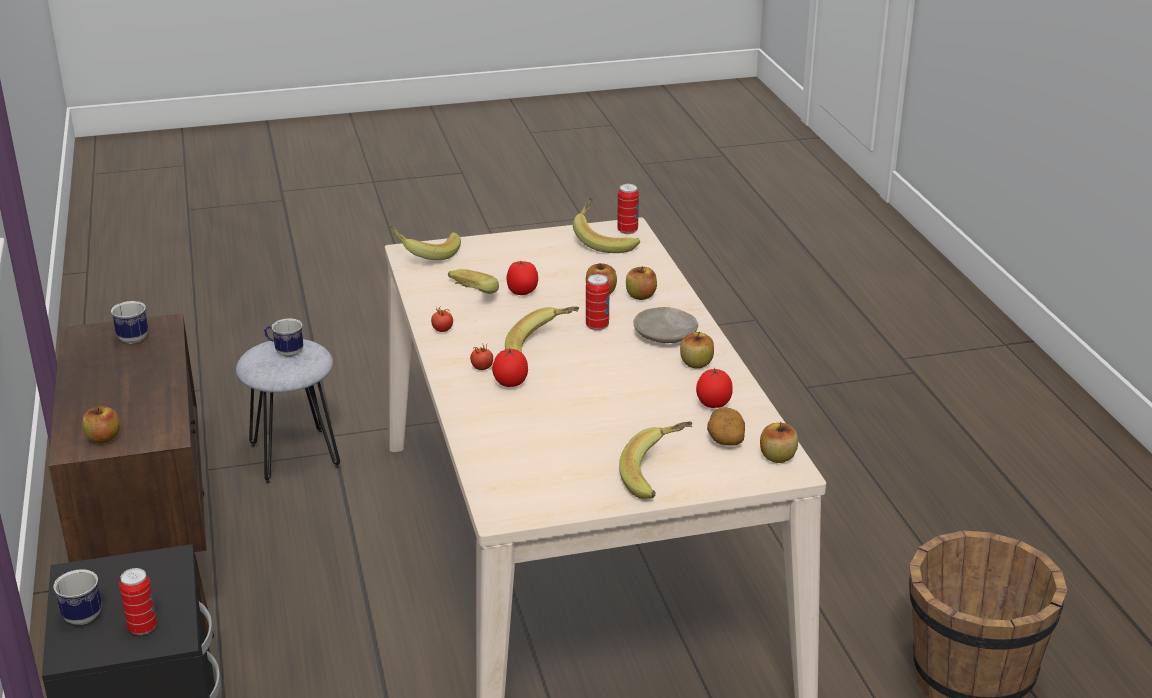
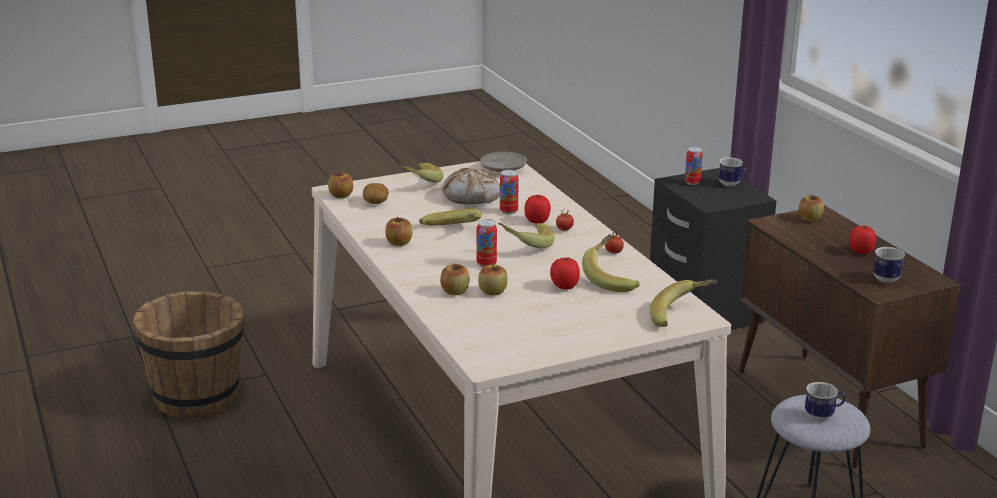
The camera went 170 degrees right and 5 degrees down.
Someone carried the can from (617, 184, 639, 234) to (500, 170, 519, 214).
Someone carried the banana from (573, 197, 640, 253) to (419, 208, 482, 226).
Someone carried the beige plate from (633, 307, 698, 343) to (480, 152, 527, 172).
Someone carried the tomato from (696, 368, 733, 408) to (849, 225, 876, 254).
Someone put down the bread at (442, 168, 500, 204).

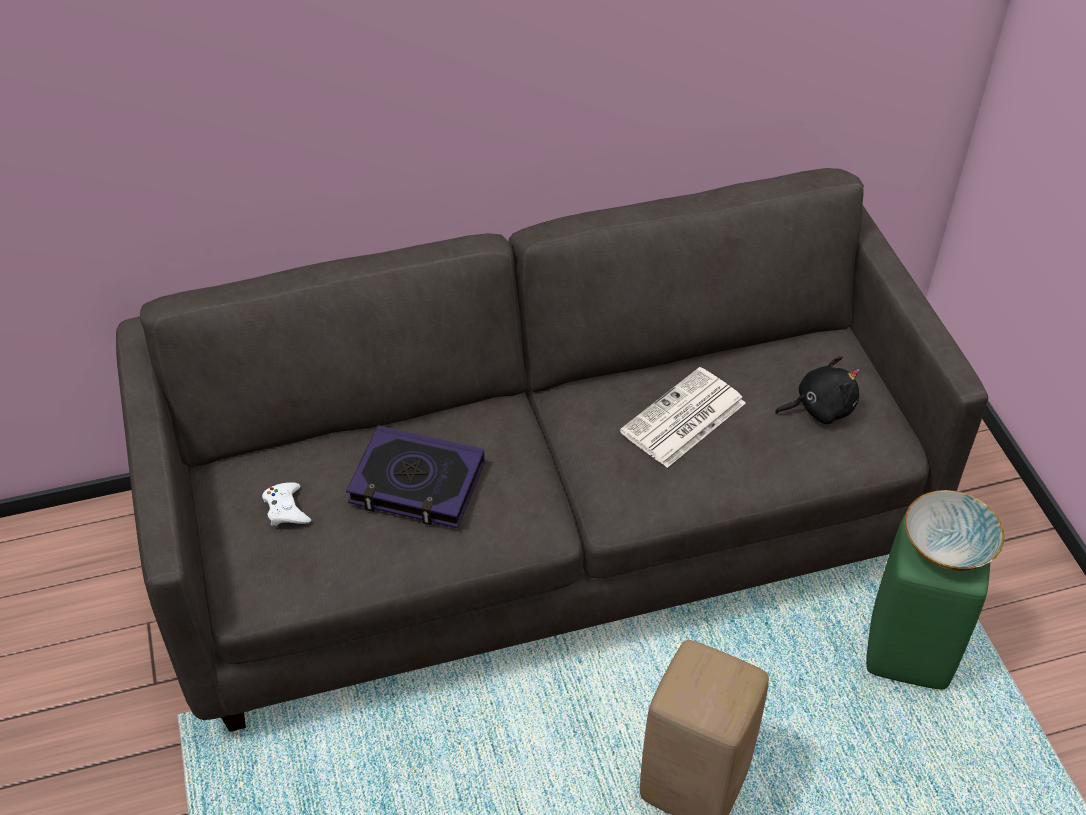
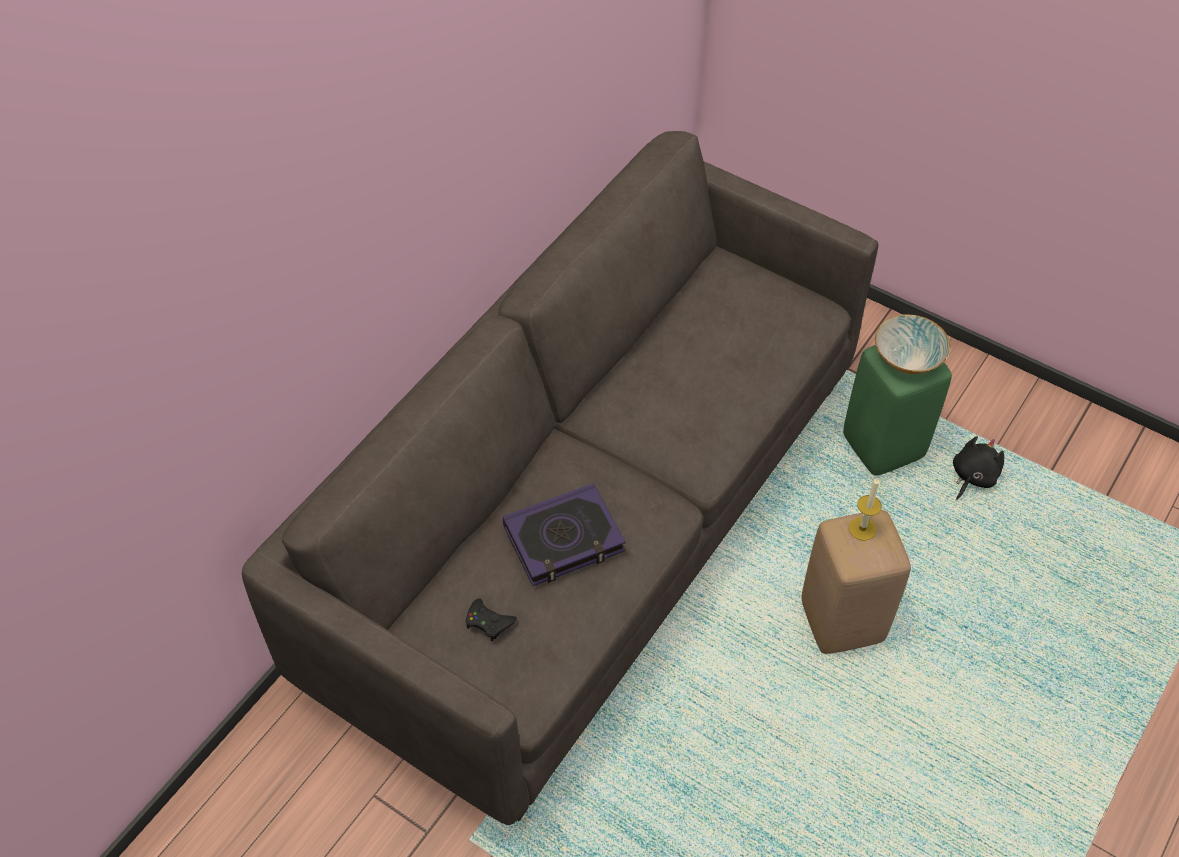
The camera went 40 degrees left and 5 degrees up.
Someone carried the black plush toy from (775, 356, 860, 424) to (953, 436, 1004, 500).
Someone took away the newspaper at (620, 367, 746, 468).
Someone repainted the white game controller at (262, 482, 311, 526), which became the black game controller at (466, 598, 517, 641).
Someone put down the candle at (849, 477, 882, 541).

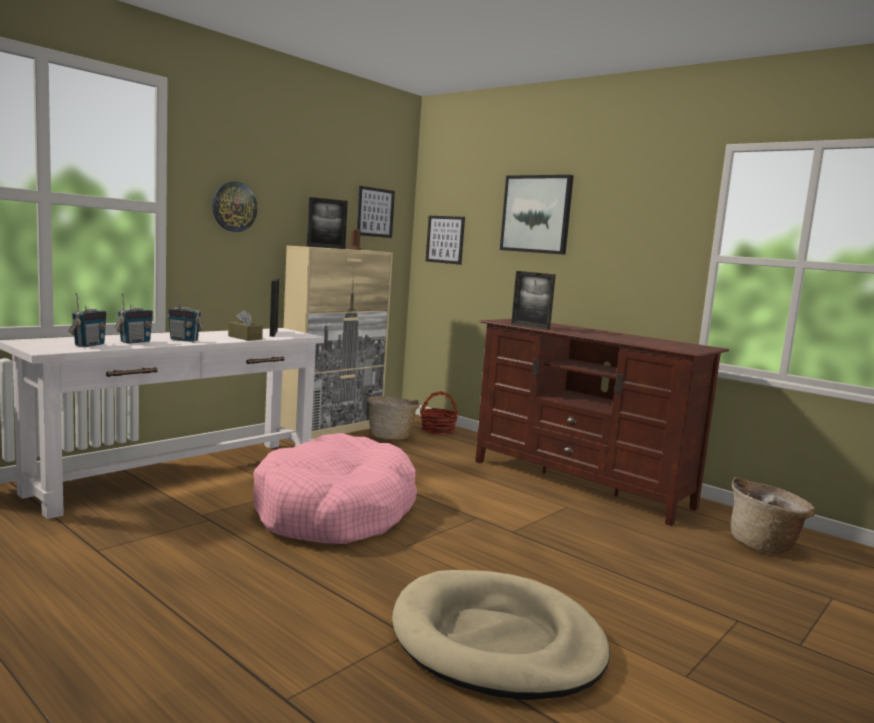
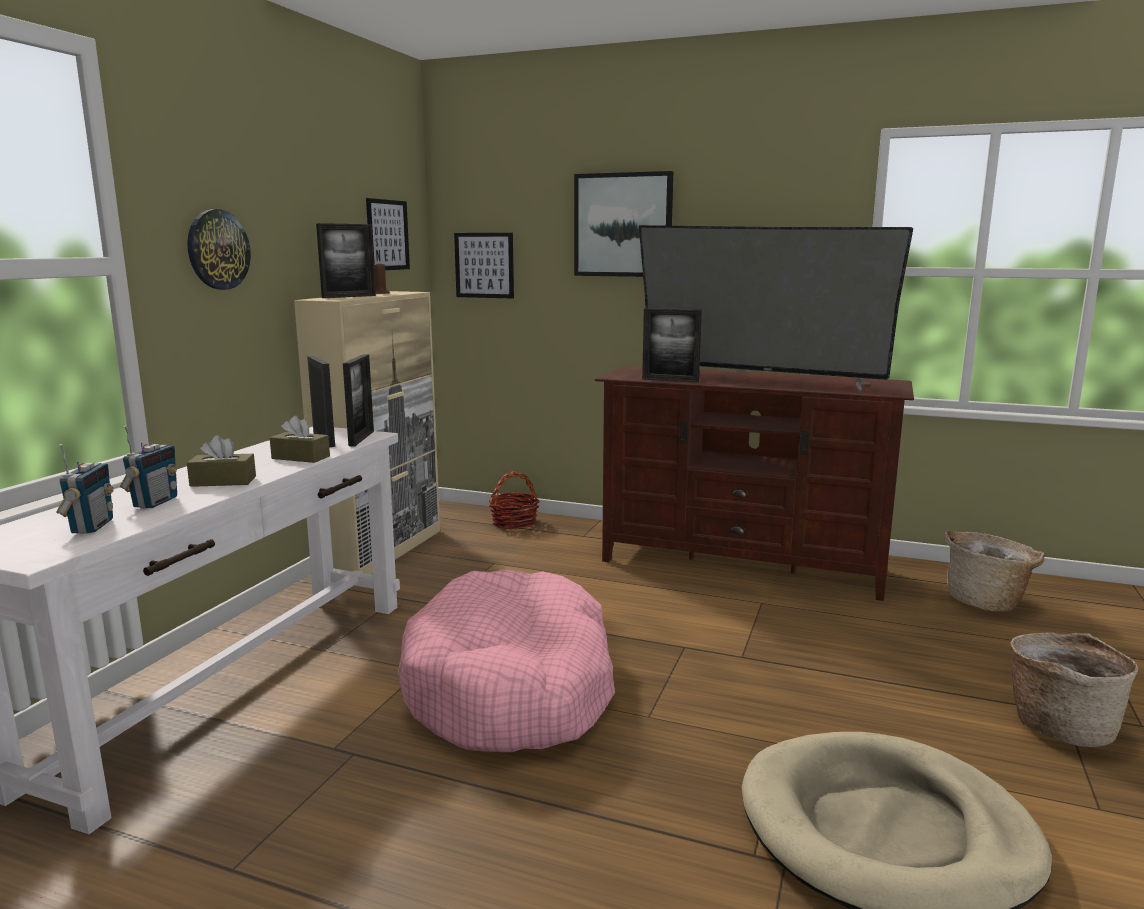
The camera went 20 degrees left and 5 degrees up.
Someone swapped the radio at (167, 292, 203, 342) for the brown tissue box at (187, 435, 256, 487).
Someone carried the basket from (367, 396, 420, 440) to (1011, 632, 1138, 747).
Someone put down the television at (639, 225, 913, 392).
Someone put down the picture frame at (343, 354, 374, 446).

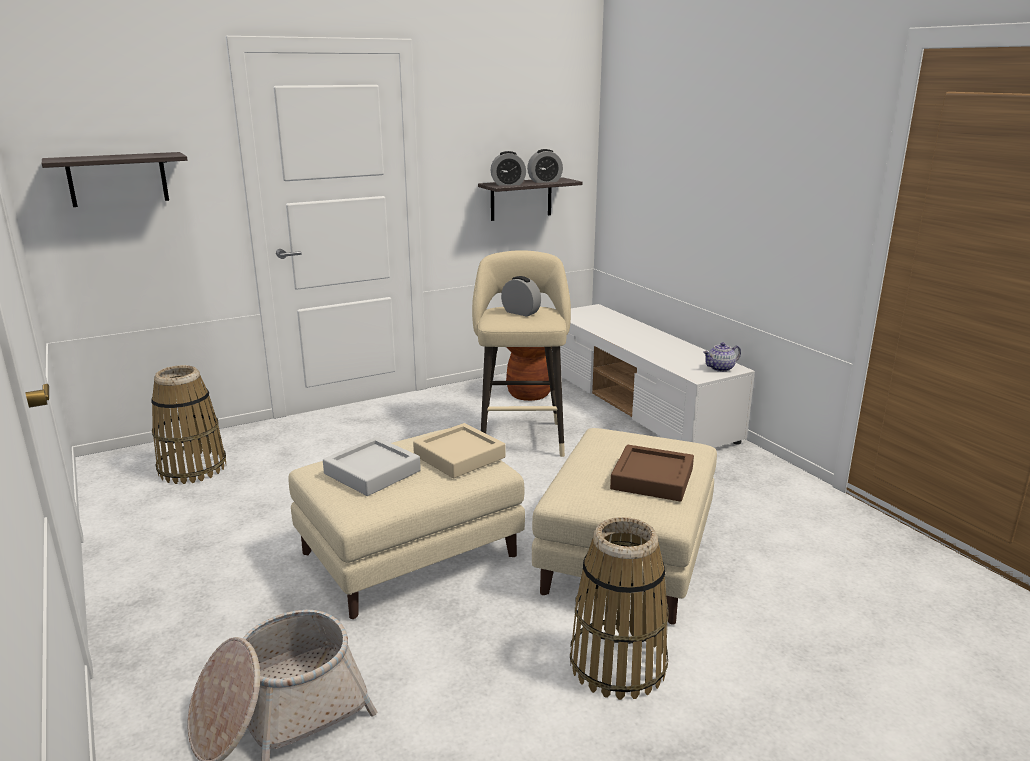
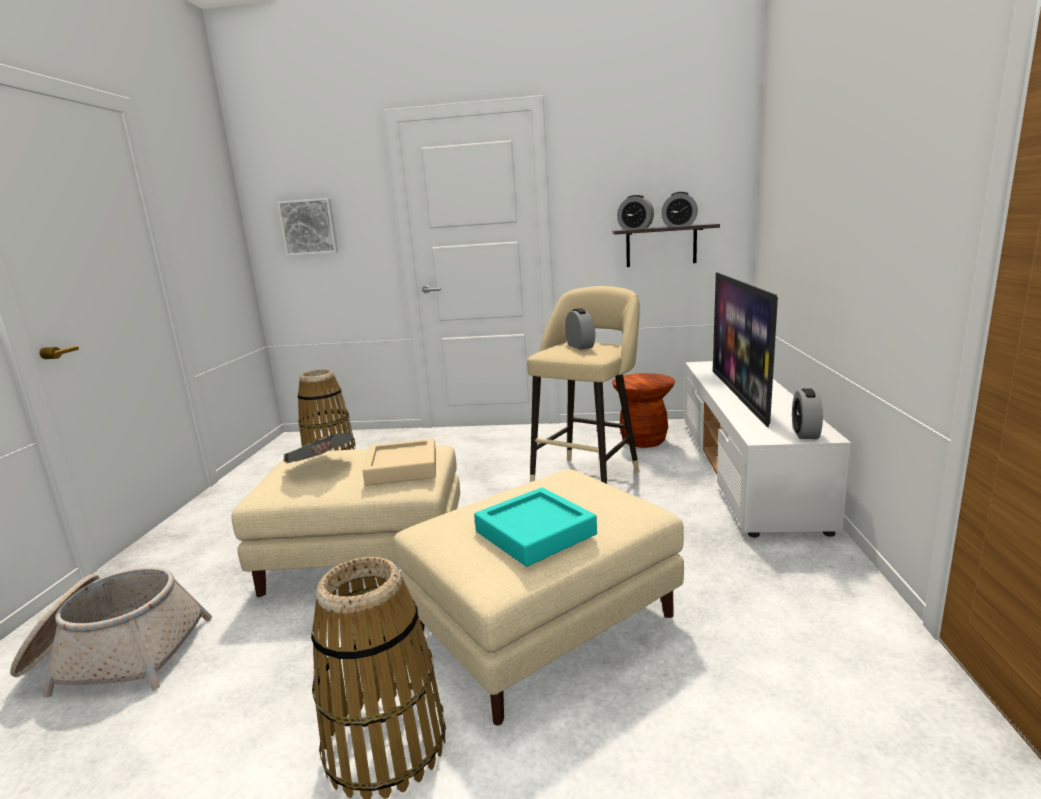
The camera went 35 degrees right and 5 degrees down.
Someone swapped the shelf at (42, 152, 187, 207) for the picture at (277, 198, 338, 256).
Someone swapped the teapot at (703, 342, 741, 372) for the alarm clock at (792, 388, 823, 439).
Someone swapped the grey tray at (323, 437, 421, 496) for the newspaper at (283, 432, 353, 463).
Someone repainted the brown tray at (610, 445, 694, 502), which became the turquoise tray at (474, 487, 597, 567).
Someone put down the television at (713, 272, 778, 427).

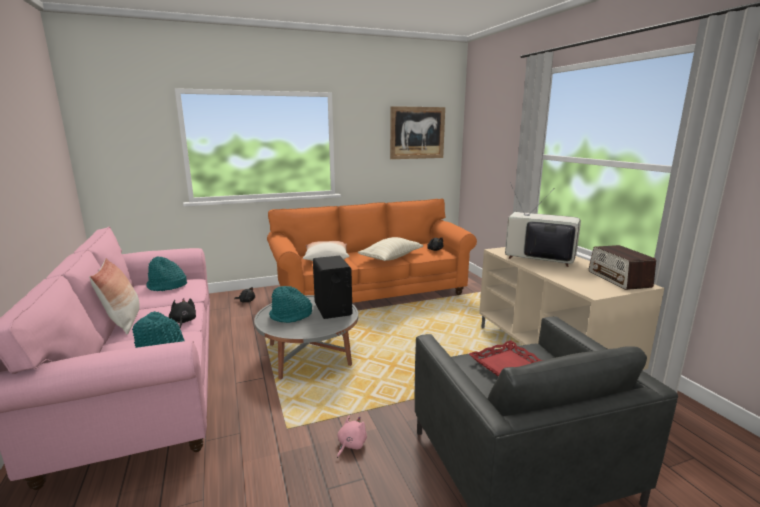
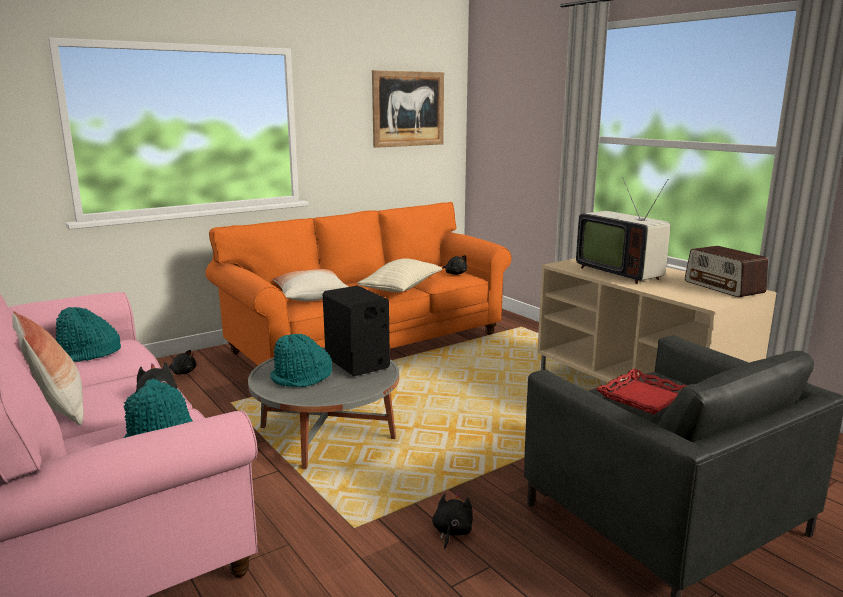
The camera went 15 degrees left and 0 degrees up.
Someone rotated the television at (505, 182, 581, 267) by 135 degrees counterclockwise.
Someone repainted the pink plush toy at (337, 415, 367, 458), which became the black plush toy at (432, 493, 473, 549).

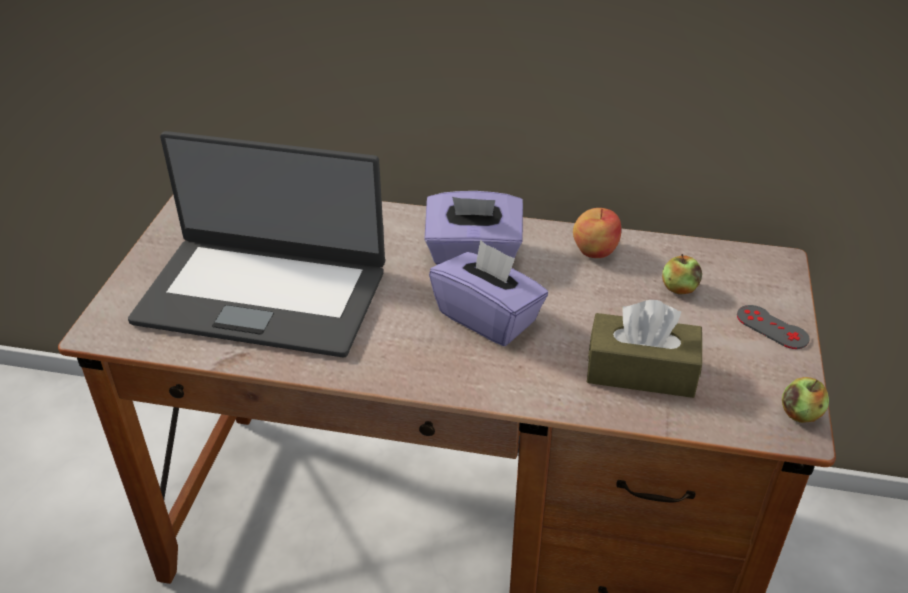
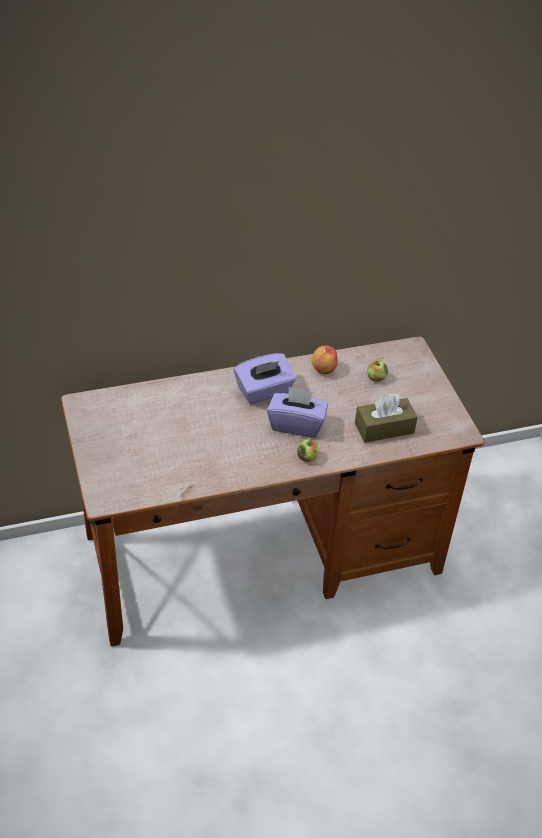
The camera went 30 degrees left and 5 degrees up.
Someone took away the laptop at (128, 131, 385, 357).
Someone took away the grey game controller at (737, 305, 810, 349).
Someone carried the apple from (782, 377, 829, 423) to (297, 439, 319, 462).

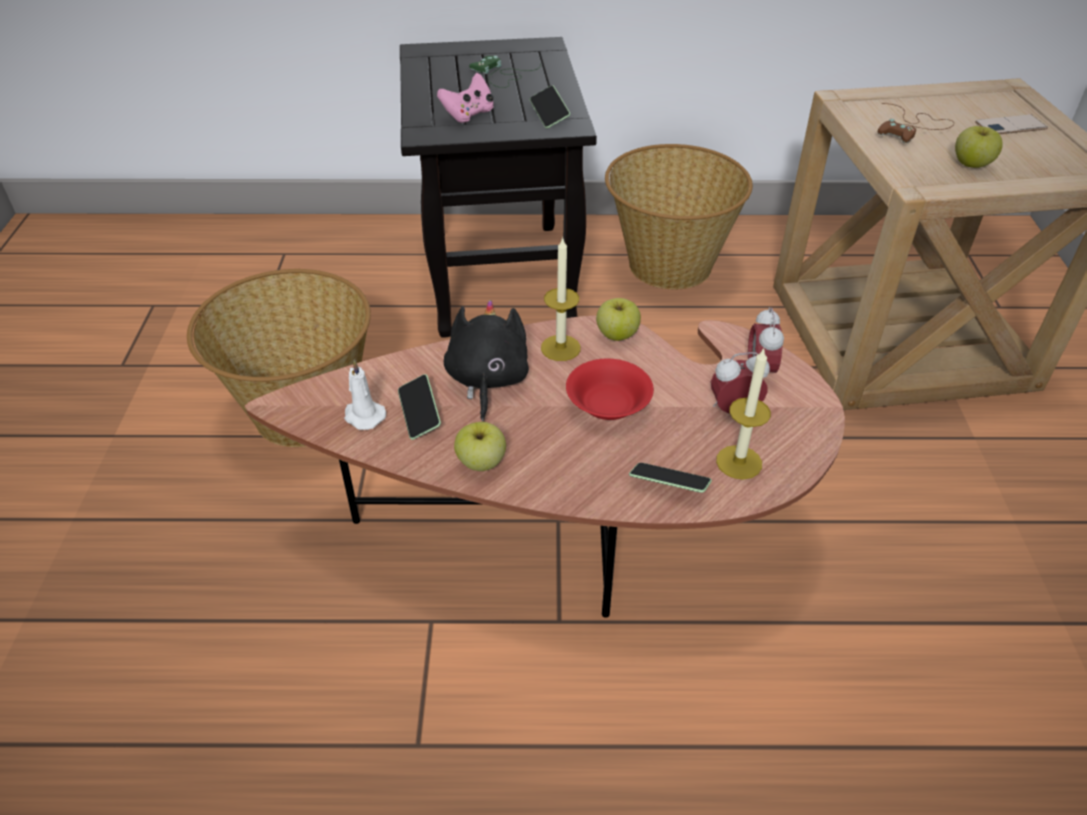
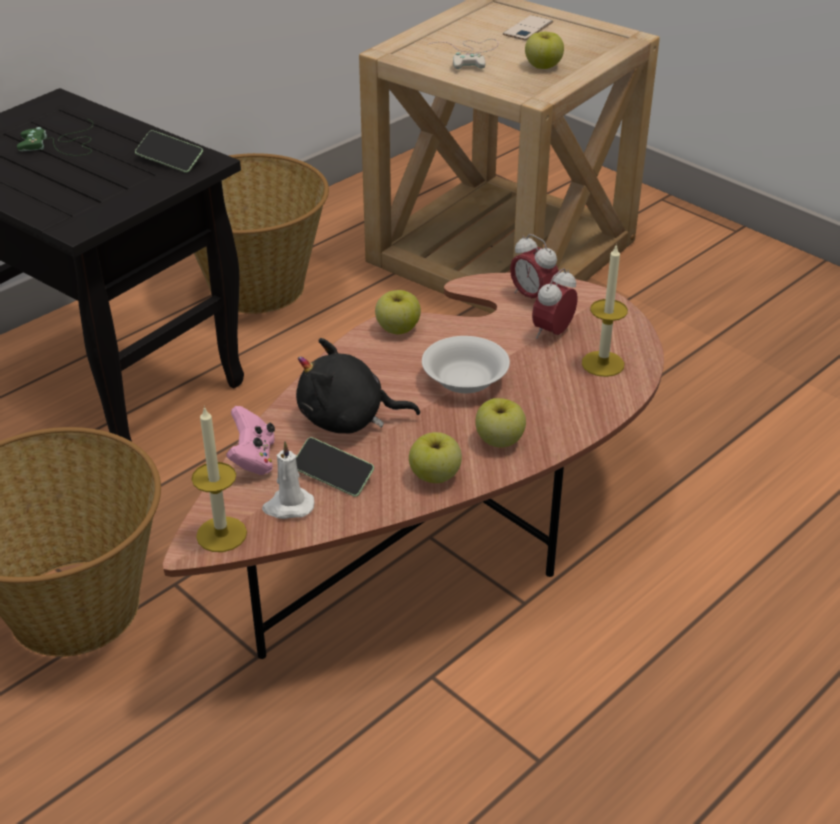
The camera went 45 degrees left and 5 degrees down.
Someone carried the pink game controller from (437, 73, 494, 123) to (226, 406, 275, 475).
Someone repainted the brown game controller at (878, 103, 954, 143), which became the white game controller at (427, 39, 498, 69).
Someone carried the candle from (541, 237, 581, 361) to (191, 406, 247, 552).
Someone rotated the black plush toy at (444, 300, 529, 421) by 45 degrees counterclockwise.
Someone repainted the red bowl at (566, 359, 654, 420), which became the white bowl at (422, 336, 510, 393).
Someone took away the phone at (629, 463, 712, 493).
Someone put down the apple at (476, 398, 526, 448).

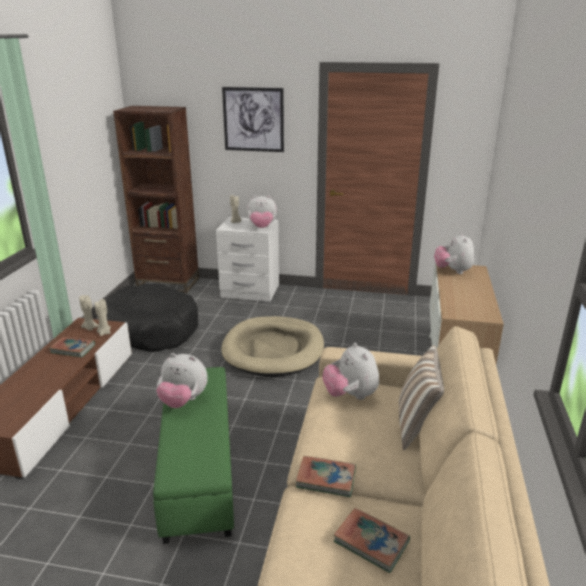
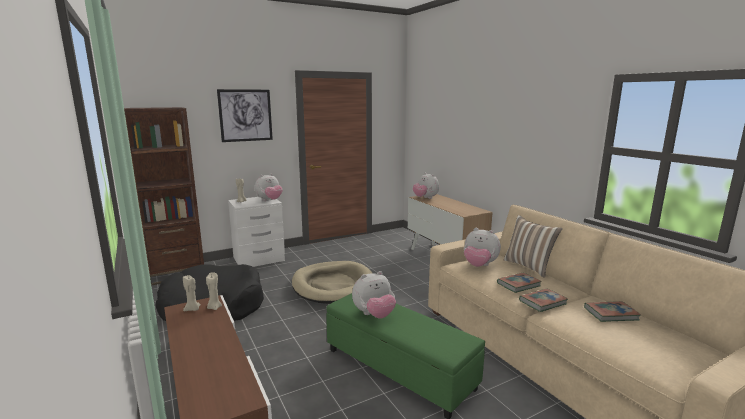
The camera went 40 degrees left and 10 degrees down.
Someone carried the book from (49, 337, 95, 357) to (497, 273, 542, 293).

